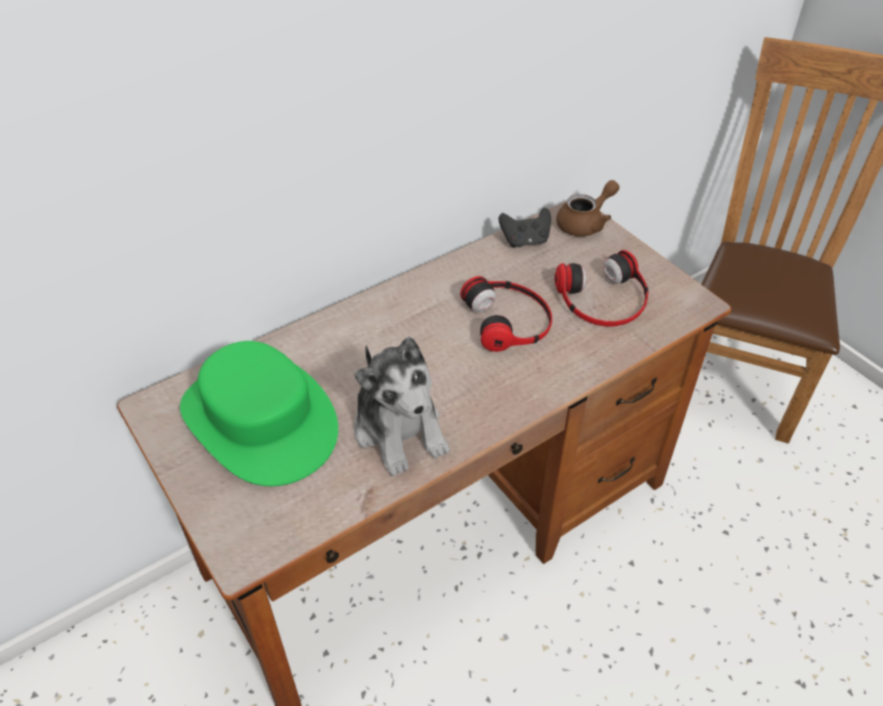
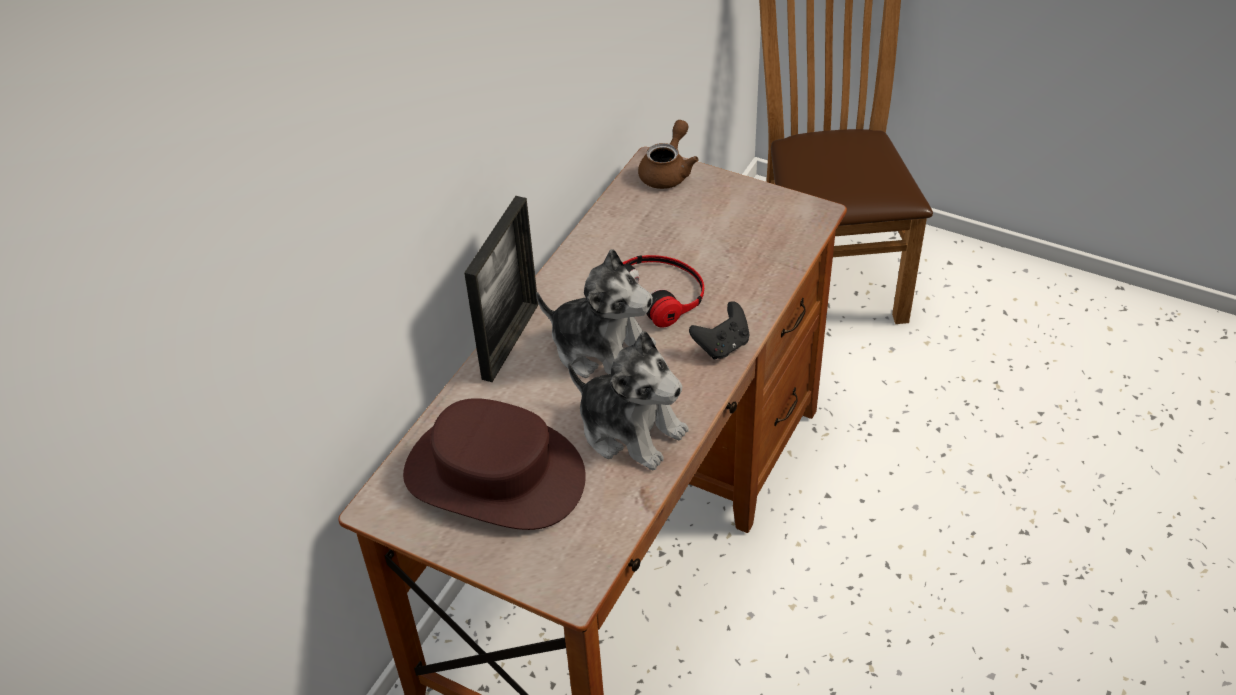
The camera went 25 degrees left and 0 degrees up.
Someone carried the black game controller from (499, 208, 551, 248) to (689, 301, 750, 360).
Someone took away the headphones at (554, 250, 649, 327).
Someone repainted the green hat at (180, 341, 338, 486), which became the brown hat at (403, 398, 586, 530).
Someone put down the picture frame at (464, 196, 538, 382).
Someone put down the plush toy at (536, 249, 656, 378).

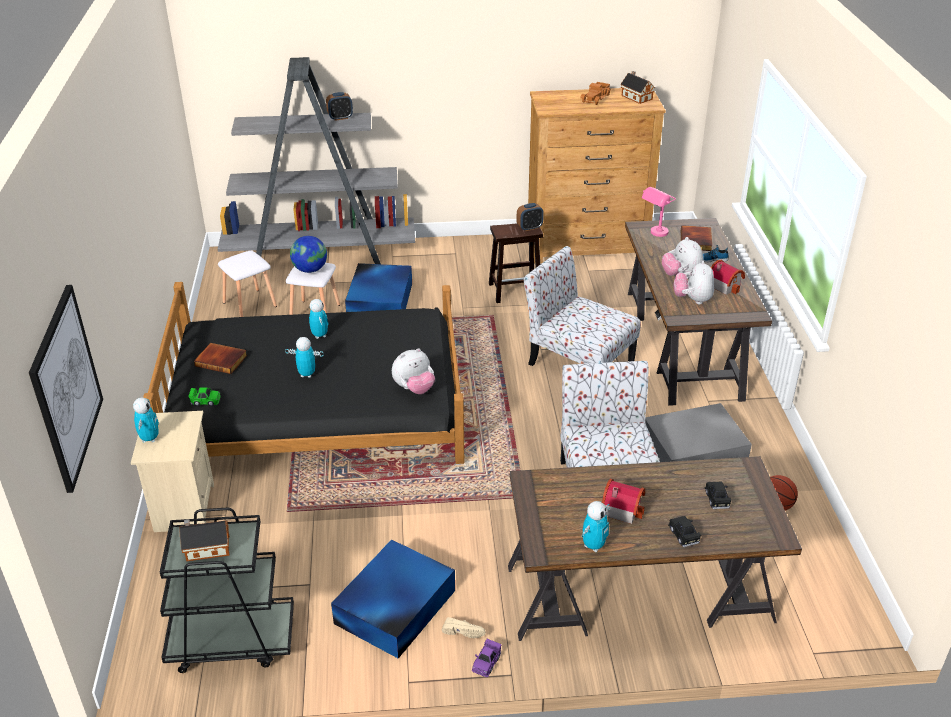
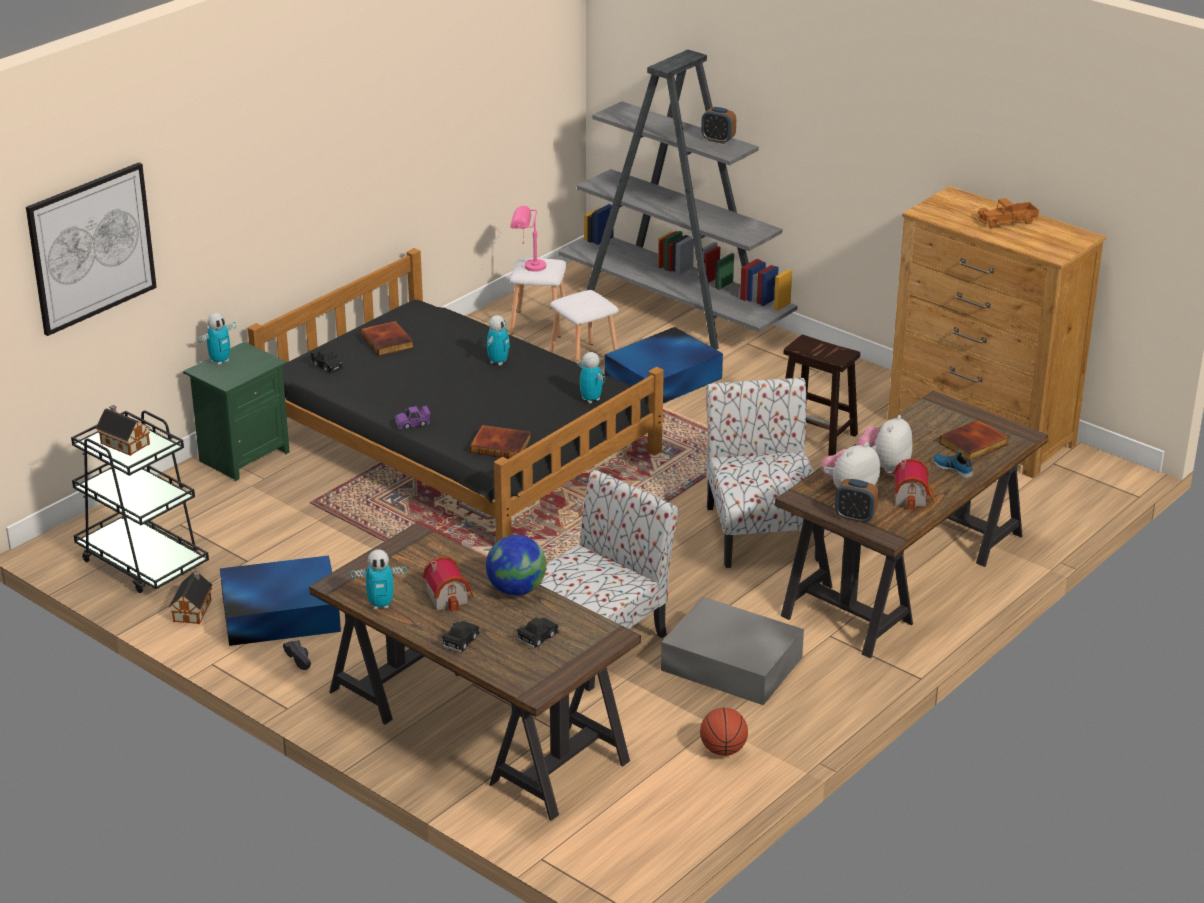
The camera went 45 degrees right and 5 degrees down.
Someone carried the toy house from (620, 71, 655, 104) to (169, 571, 212, 624).
Someone carried the pink table lamp from (642, 187, 676, 237) to (510, 206, 546, 272).
Someone carried the alarm clock from (517, 203, 544, 231) to (835, 479, 879, 524).
Someone carried the globe from (290, 236, 327, 273) to (486, 535, 546, 596).
Someone carried the toy robot from (285, 337, 323, 378) to (577, 352, 605, 403).
Someone swapped the plush toy at (392, 348, 435, 394) for the book at (470, 425, 531, 458).
Someone repainted the green toy car at (188, 387, 221, 406), which became the black toy car at (310, 347, 343, 373).
Someone repainted the beige nightstand at (131, 411, 214, 532), which became the green nightstand at (183, 342, 290, 481).
Someone repainted the beige shoe at (442, 617, 486, 638), which became the black shoe at (283, 640, 311, 670).
Someone carried the purple toy car from (472, 639, 502, 677) to (395, 405, 431, 429).

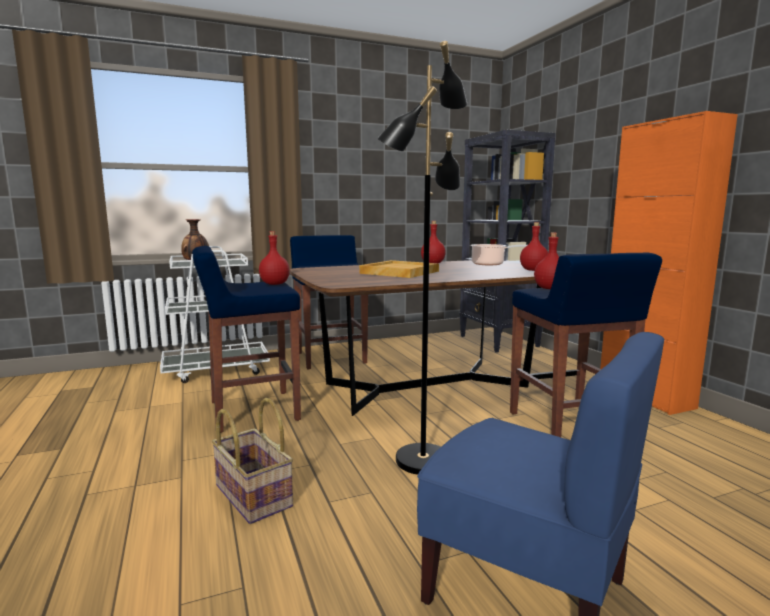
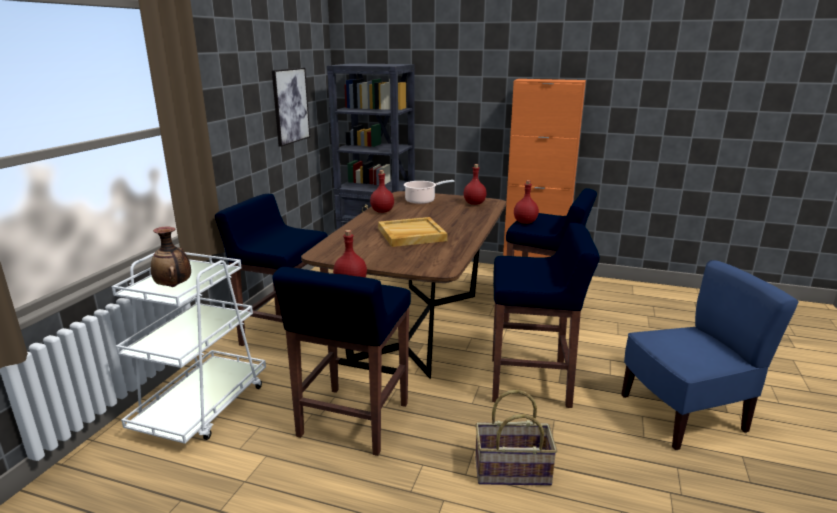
The camera went 50 degrees left and 10 degrees up.
Someone swapped the black floor lamp at (378, 41, 467, 475) for the blue stool at (492, 223, 600, 408).
Someone put up the picture at (272, 68, 310, 147).

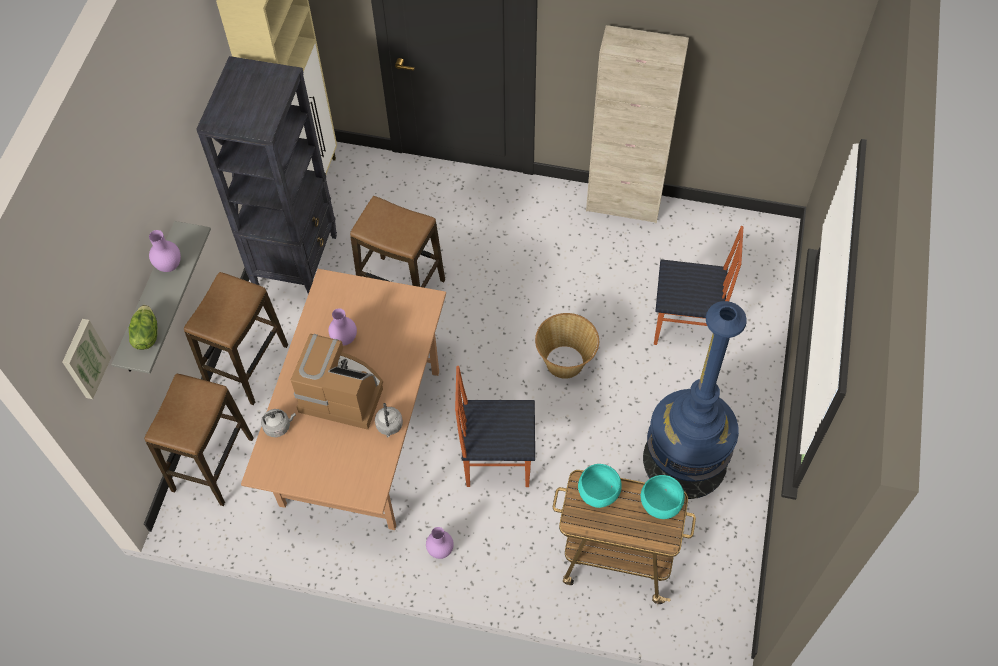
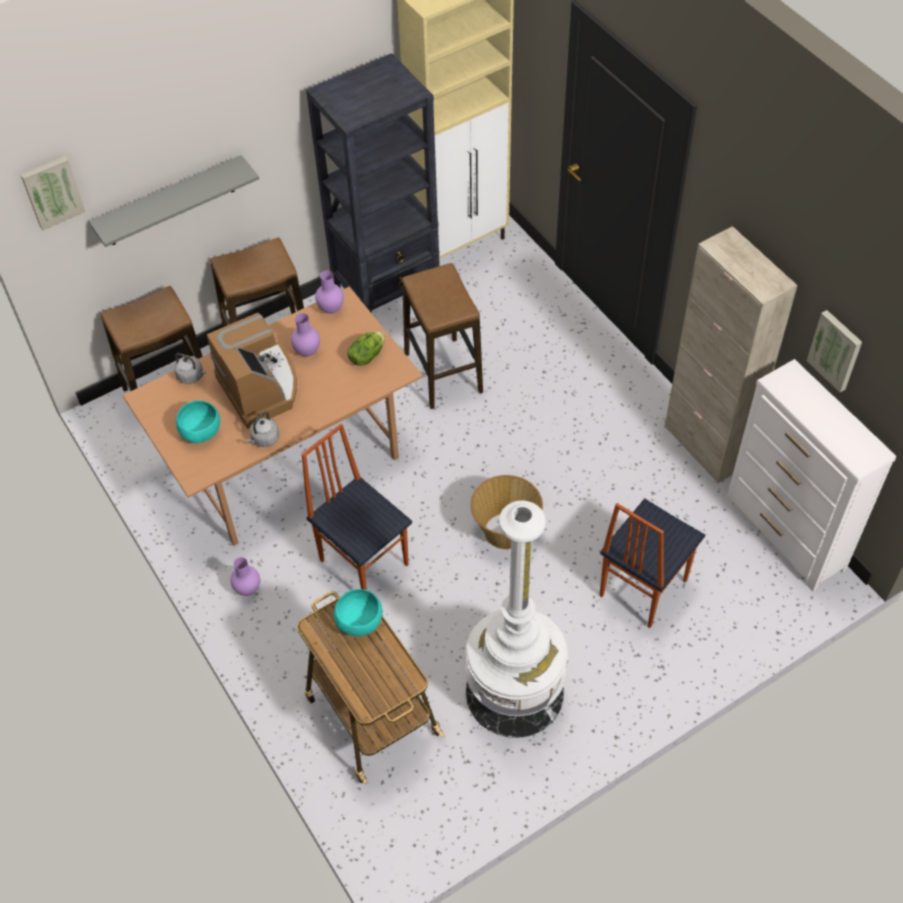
The camera went 45 degrees right and 5 degrees down.
Someone rotated the chair at (654, 226, 743, 345) by 75 degrees clockwise.
Someone carried the purple vase from (149, 230, 181, 272) to (315, 271, 344, 314).
Someone repainted the blue floor lamp at (643, 301, 747, 499), which became the white floor lamp at (465, 500, 568, 738).
Someone carried the lettuce from (129, 305, 157, 350) to (347, 331, 385, 366).
Someone carried the turquoise bowl from (641, 475, 685, 519) to (176, 400, 220, 443).
Someone put up the picture at (807, 310, 862, 392).
Someone put down the white dresser at (726, 359, 896, 591).

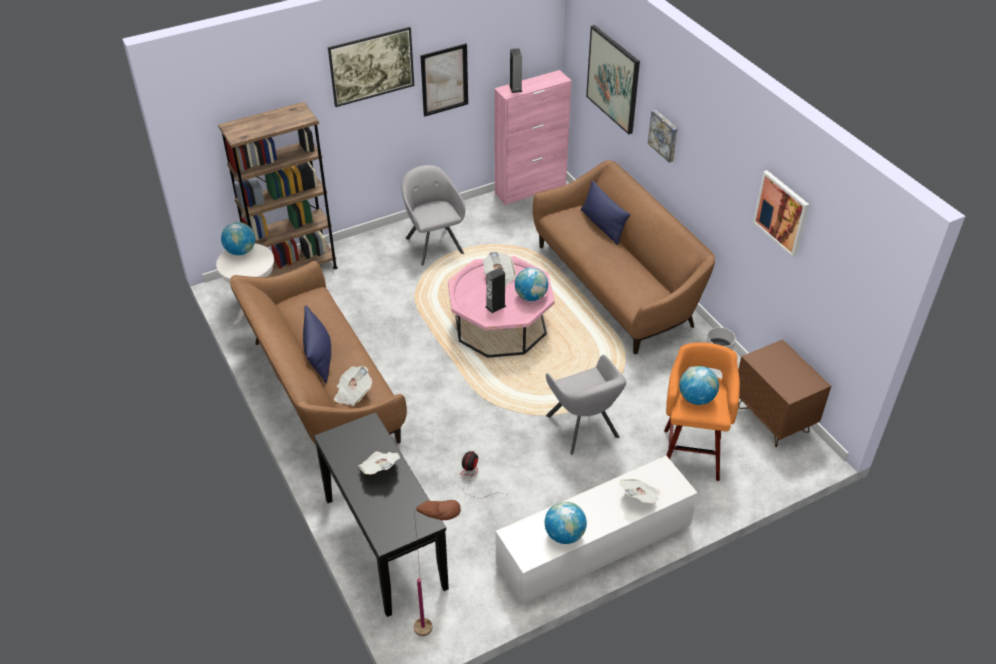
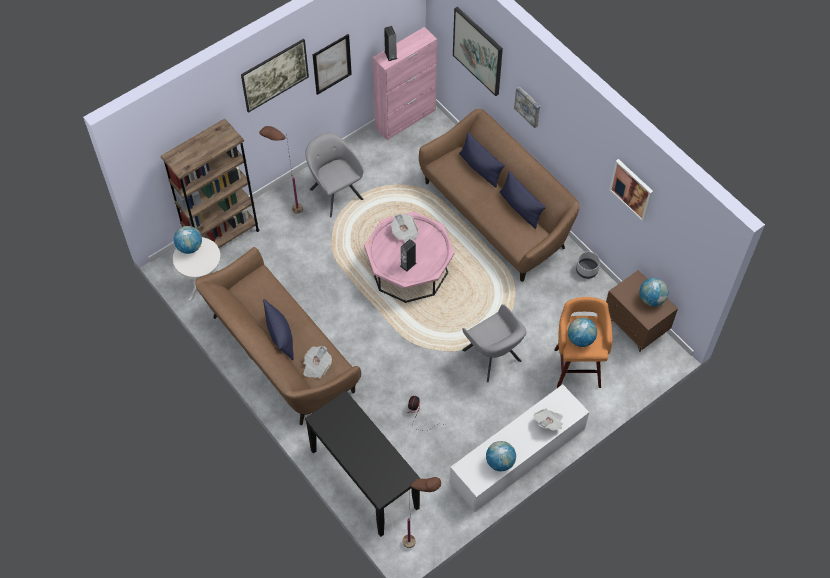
The camera went 10 degrees left and 15 degrees up.
Someone carried the globe from (515, 268, 548, 301) to (639, 278, 668, 306).
Someone took away the newspaper at (358, 451, 400, 474).
Someone put down the brown floor lamp at (259, 126, 303, 214).
Someone put down the blue pillow at (500, 171, 546, 229).

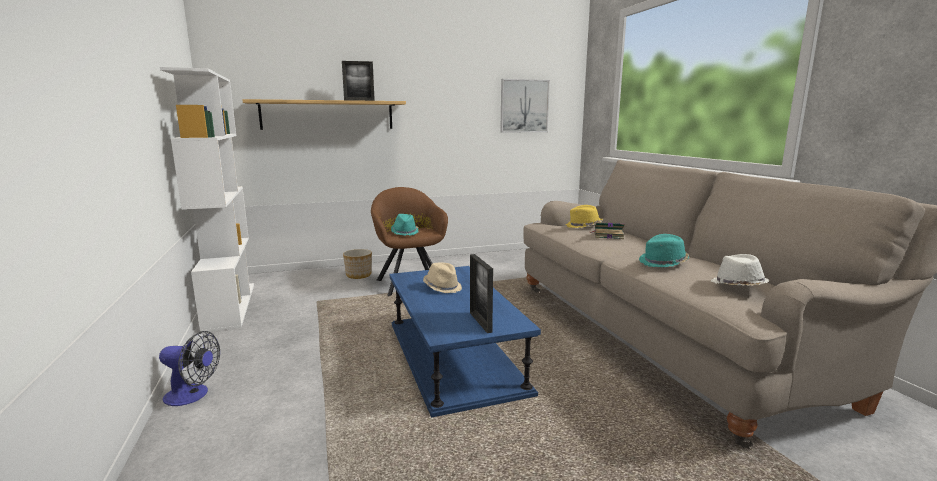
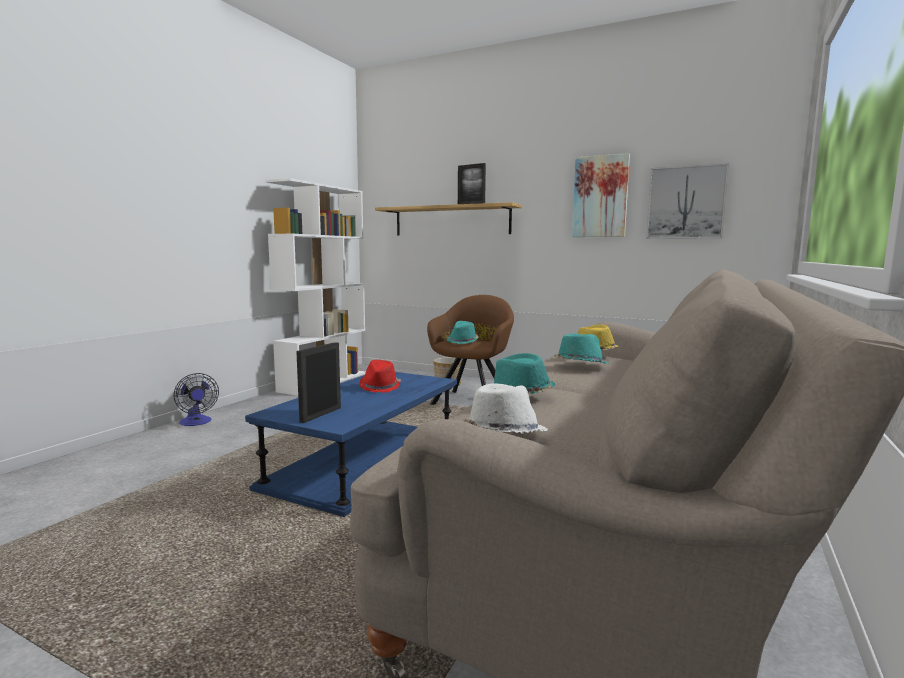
The camera went 45 degrees right and 5 degrees down.
Someone swapped the book at (589, 222, 625, 239) for the turquoise hat at (555, 333, 609, 364).
Someone repainted the beige hat at (423, 263, 462, 293), which became the red hat at (359, 360, 401, 393).
Someone put up the picture at (572, 153, 630, 237).

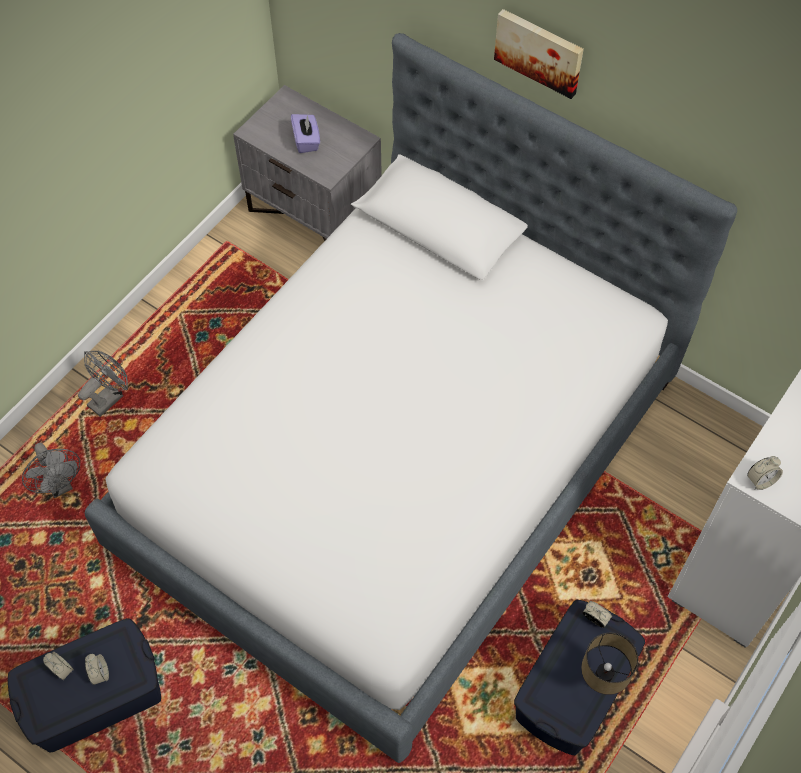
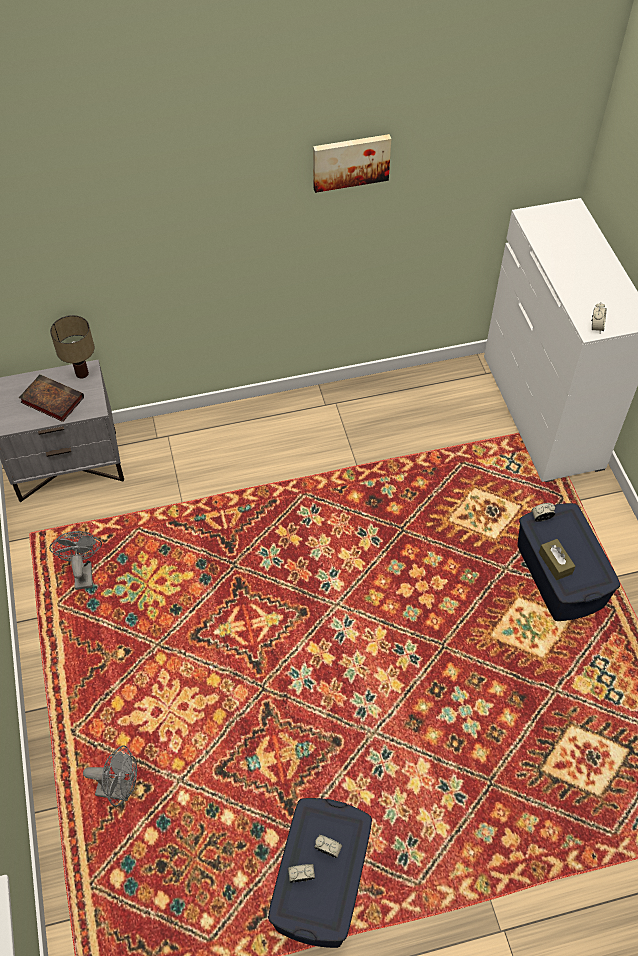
The camera went 50 degrees left and 5 degrees down.
Someone carried the picture from (494, 9, 584, 99) to (313, 134, 391, 193).
Someone took away the bed at (85, 33, 737, 763).
Someone swapped the purple tissue box at (291, 114, 320, 153) for the book at (19, 374, 84, 422).
Someone carried the grey fan from (78, 351, 128, 417) to (49, 531, 102, 590).
Someone carried the table lamp from (581, 633, 638, 695) to (50, 315, 95, 379).
Someone put down the brown tissue box at (539, 539, 575, 580).

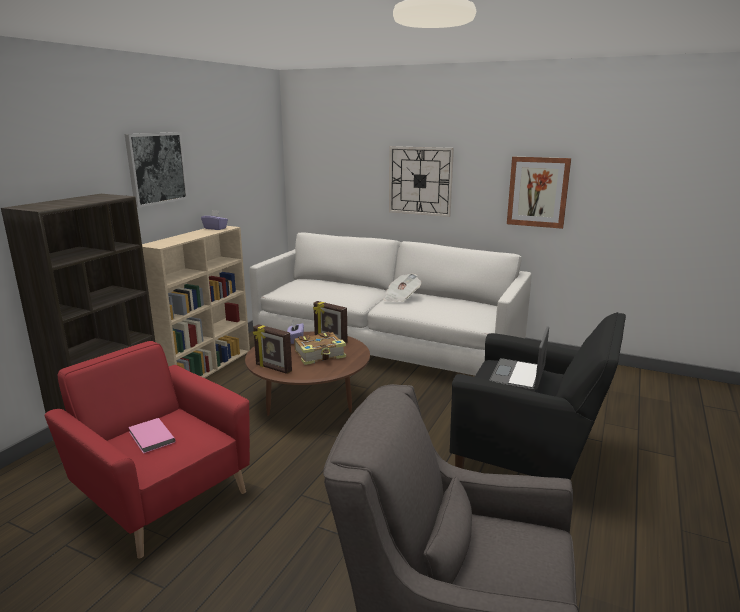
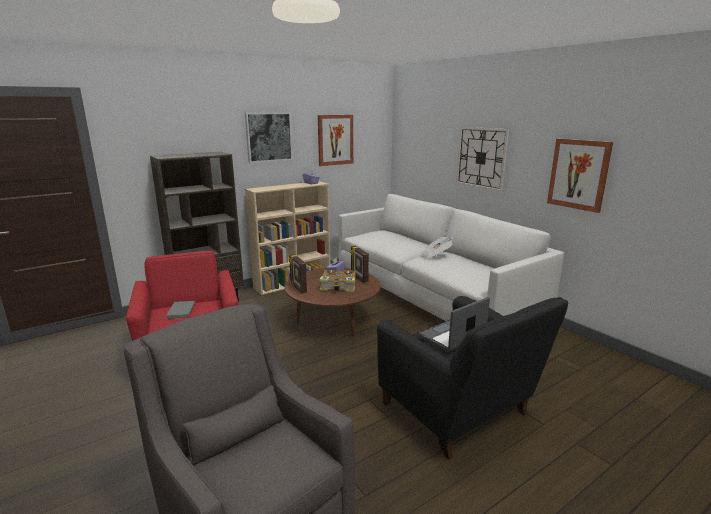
The camera went 30 degrees right and 0 degrees up.
Someone repainted the pink book at (128, 418, 176, 453), which became the grey book at (166, 301, 195, 319).
Someone put up the picture at (318, 115, 353, 166).

